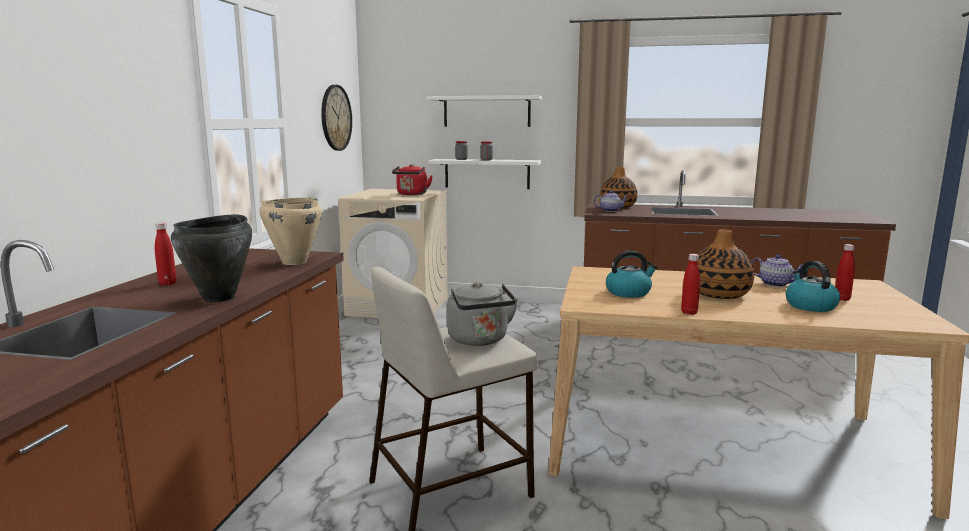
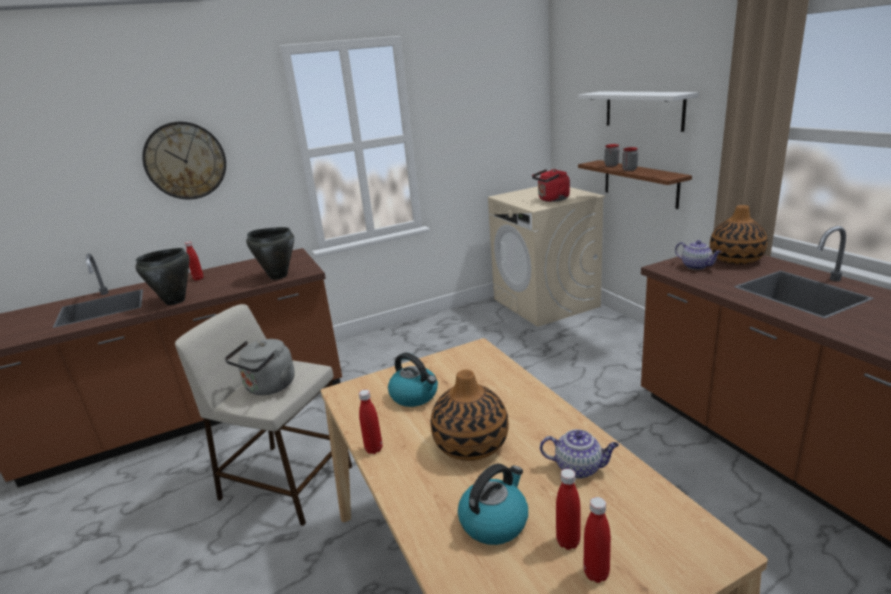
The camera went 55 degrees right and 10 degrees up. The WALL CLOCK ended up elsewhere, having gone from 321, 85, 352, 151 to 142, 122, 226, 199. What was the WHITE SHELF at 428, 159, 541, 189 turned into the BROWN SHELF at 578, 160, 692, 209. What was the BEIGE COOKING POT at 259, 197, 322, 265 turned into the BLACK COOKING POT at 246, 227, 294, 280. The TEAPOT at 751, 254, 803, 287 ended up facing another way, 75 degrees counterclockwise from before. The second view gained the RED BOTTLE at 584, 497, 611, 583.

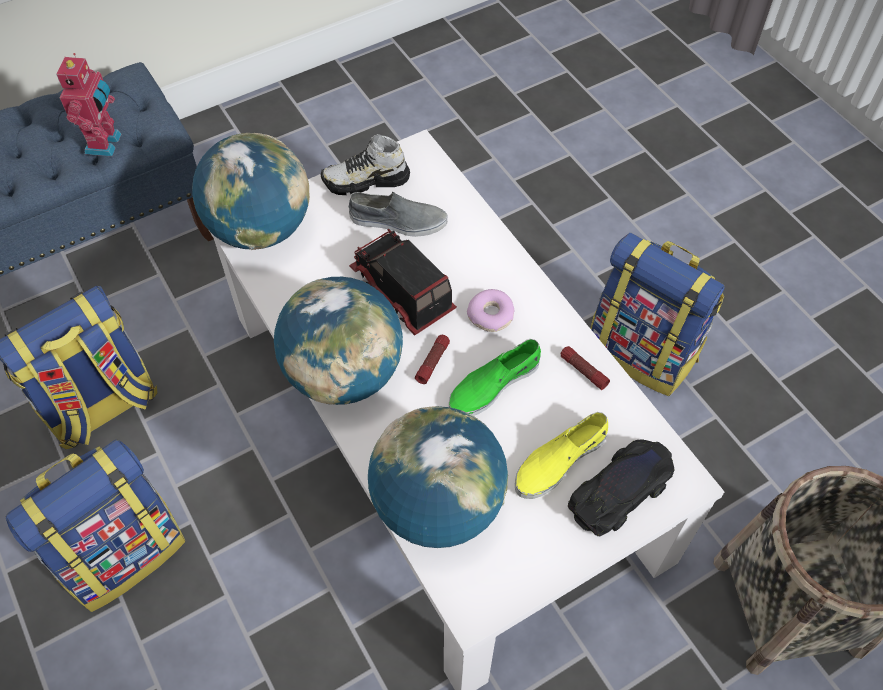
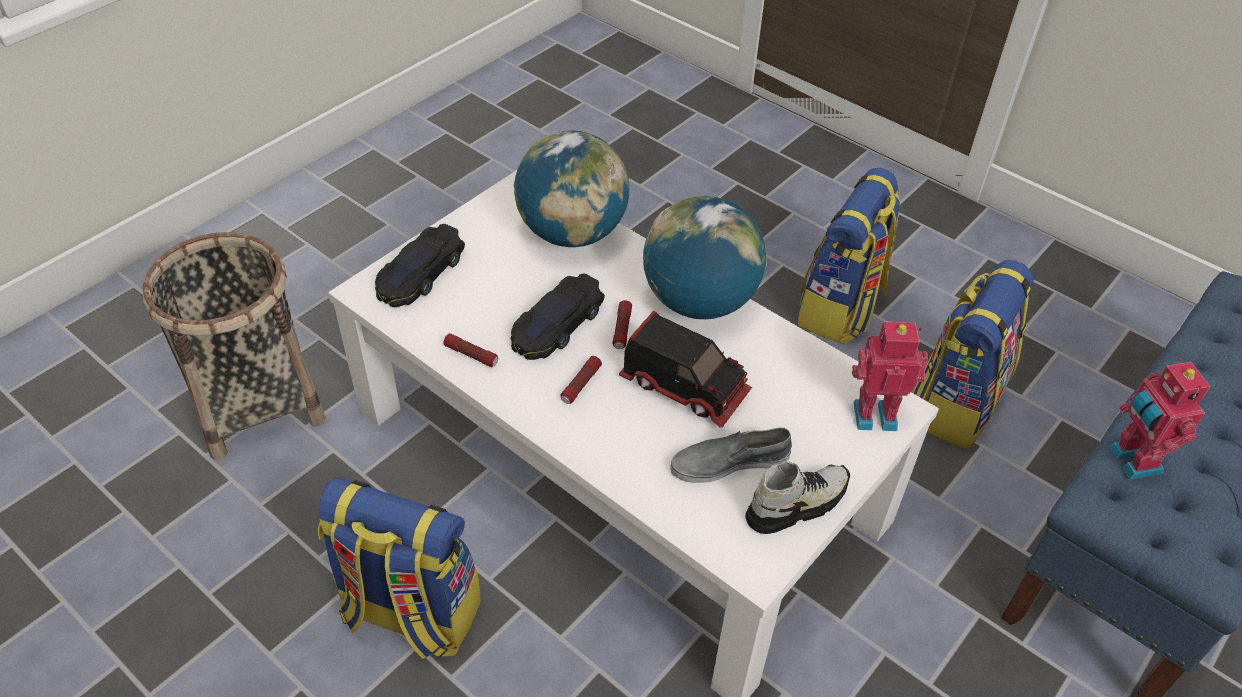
The camera went 160 degrees right and 10 degrees down. Where the GLOBE stood at 192, 133, 310, 250, the TOY ROBOT came to stand at 852, 321, 928, 431. Where the DONUT stood at 467, 289, 515, 332, the FLASHLIGHT came to stand at 560, 356, 602, 404. Where the GREEN SHOE stood at 449, 339, 541, 416, the BLACK TOY CAR came to stand at 511, 274, 605, 360. The second view lost the YELLOW SHOE at 515, 412, 608, 499.

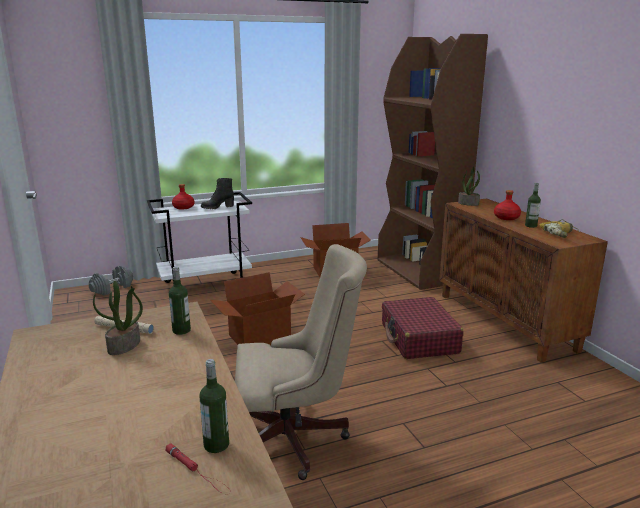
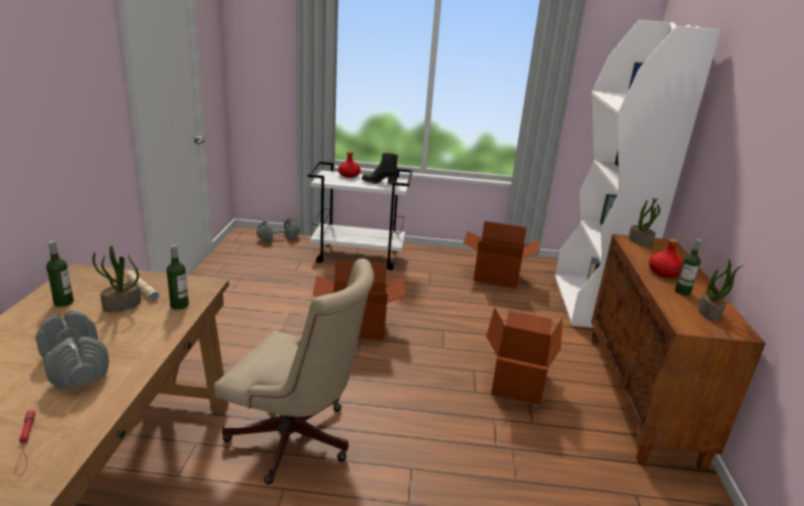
The camera went 25 degrees right and 5 degrees up. What was the BROWN BOOKCASE at 378, 34, 488, 290 turned into the WHITE BOOKCASE at 555, 20, 720, 328. Where the POWER DRILL stood at 540, 219, 579, 238, the POTTED PLANT came to stand at 698, 259, 744, 321. Where the RED SUITCASE stood at 382, 297, 463, 359, the CARDBOARD BOX came to stand at 486, 307, 563, 405. The BOTTLE ended up elsewhere, having gone from 200, 359, 229, 453 to 46, 241, 74, 307. The second view gained the GREY DUMBBELL at 36, 310, 109, 390.

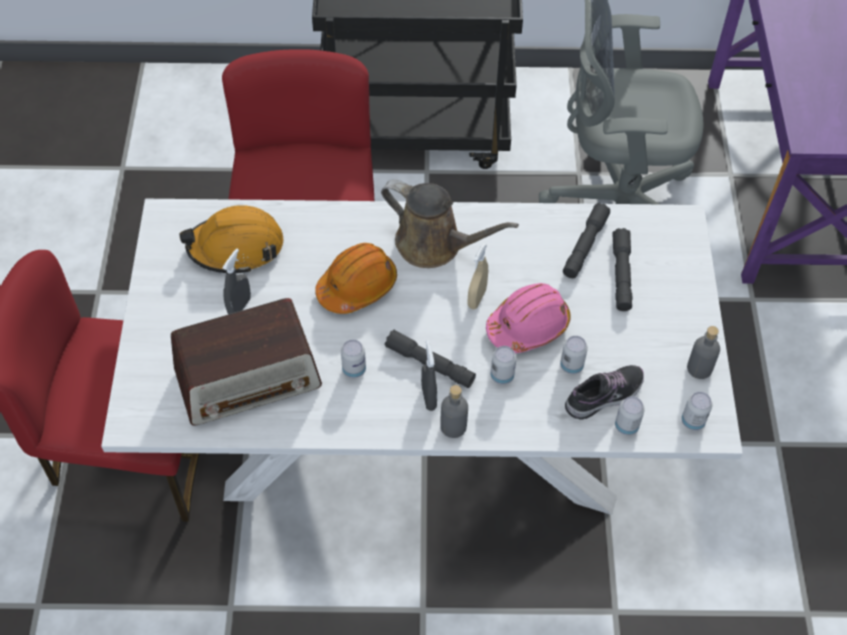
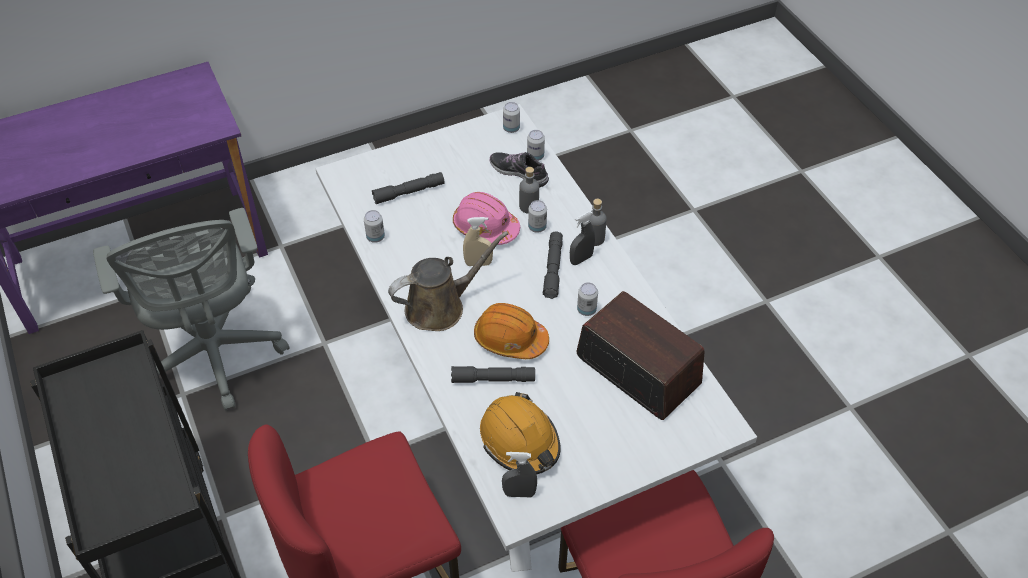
The camera went 115 degrees left and 5 degrees down. The BROWN WATERING CAN at 381, 180, 519, 268 ended up facing another way, 60 degrees clockwise from before. The GREY FLASHLIGHT ended up elsewhere, having gone from 563, 203, 611, 278 to 451, 366, 535, 383. The GREY SPRAY BOTTLE ended up elsewhere, having gone from 222, 248, 251, 314 to 502, 452, 537, 497. The GREY BOTTLE ended up elsewhere, having gone from 687, 326, 720, 379 to 519, 167, 539, 214. The CAN ended up elsewhere, having gone from 560, 336, 588, 374 to 364, 210, 385, 243.

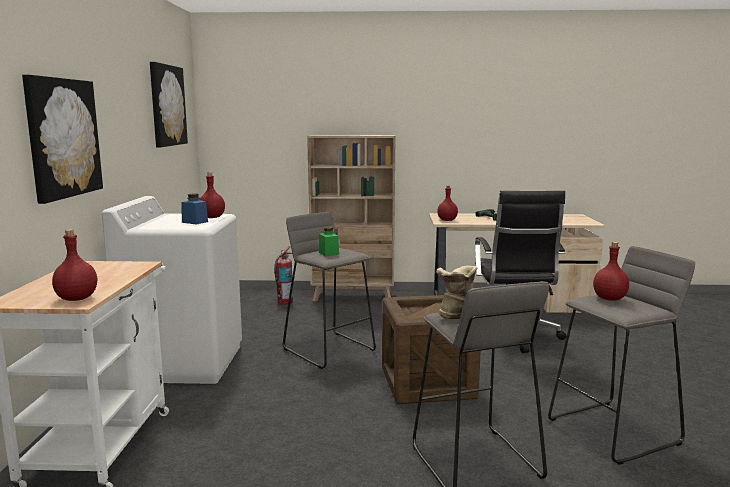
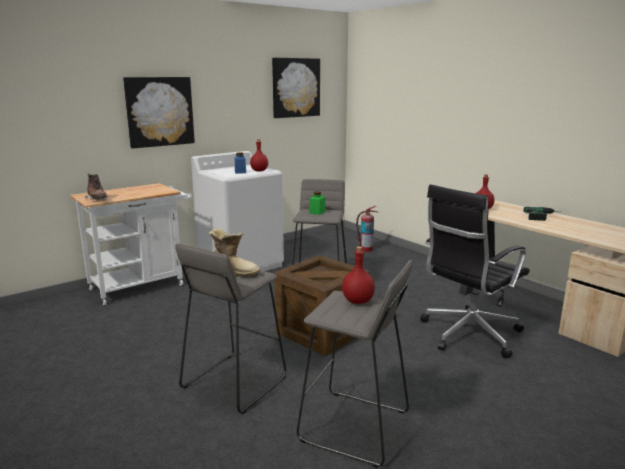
The camera went 50 degrees right and 5 degrees up. The second view lost the BEIGE BOOKCASE at 307, 135, 396, 302. Where the RED BOTTLE stood at 52, 229, 97, 301, the BROWN BOOT came to stand at 85, 174, 108, 201.

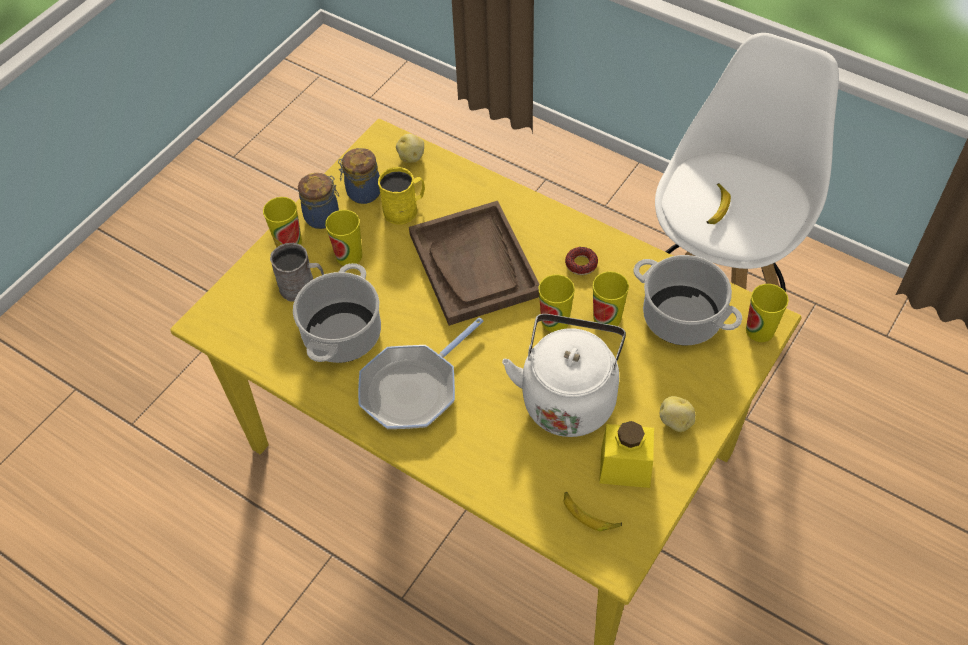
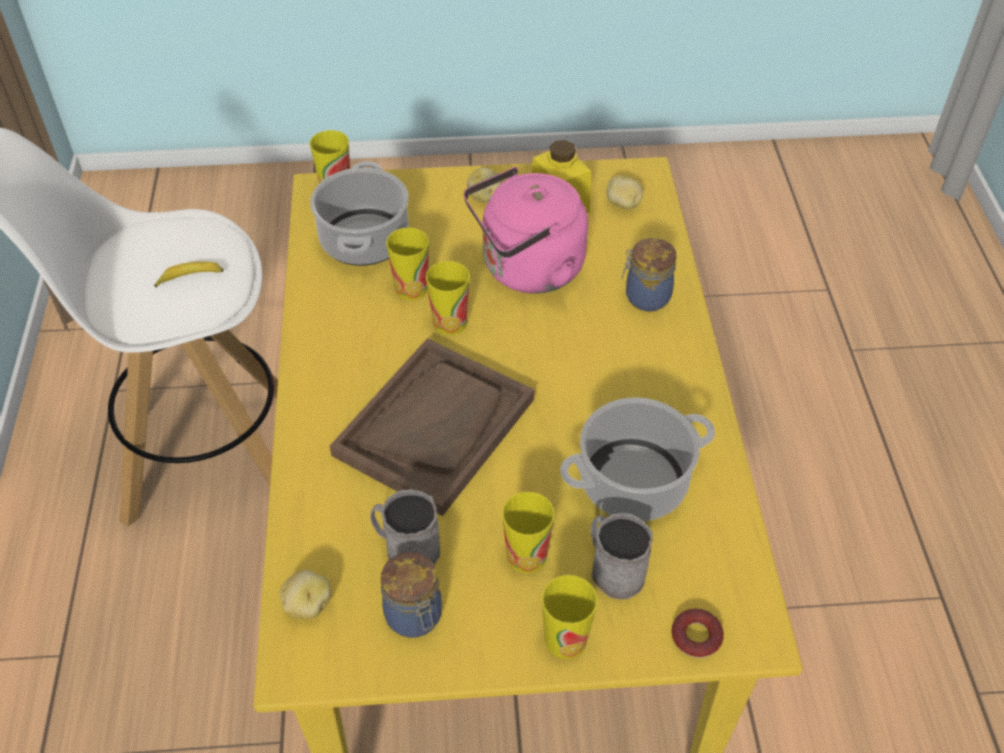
The camera went 130 degrees left and 5 degrees down. What was the YELLOW MUG at 378, 167, 425, 225 turned into the GREY MUG at 370, 489, 440, 566. The JAR ended up elsewhere, having gone from 298, 173, 339, 229 to 621, 238, 676, 311. The DONUT ended up elsewhere, having gone from 565, 247, 598, 275 to 672, 608, 724, 658. What was the WHITE KETTLE at 502, 314, 626, 437 turned into the PINK KETTLE at 464, 167, 588, 293. The second view lost the FRYING PAN at 358, 317, 483, 429. Where the BANANA stood at 564, 492, 622, 531, the POTATO came to stand at 606, 175, 643, 209.

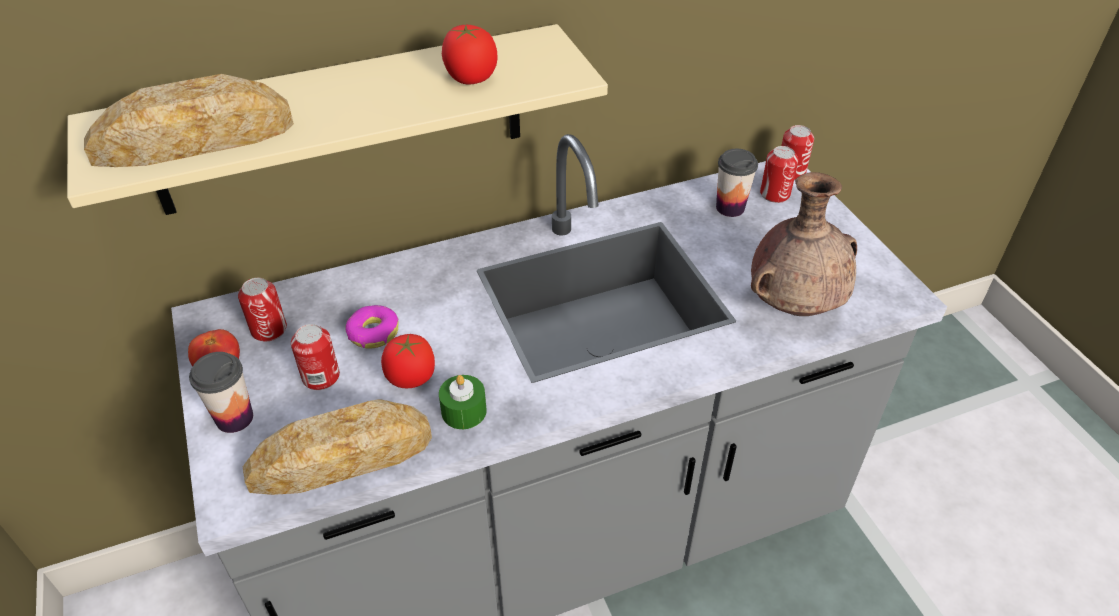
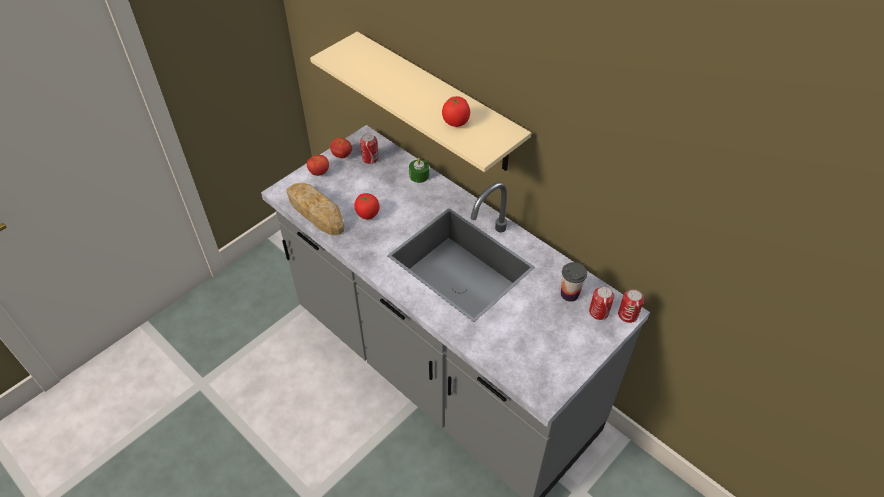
The camera went 65 degrees right and 5 degrees up. The second view lost the BREAD at 84, 74, 294, 167. The second view lost the BROWN VASE at 751, 172, 857, 316. The second view lost the DONUT at 345, 305, 399, 349. The second view lost the CAN at 291, 324, 340, 390. Where the CUP stood at 189, 352, 253, 433, the TOMATO came to stand at 307, 155, 329, 176. The GREEN CANDLE ended up elsewhere, having gone from 439, 375, 487, 429 to 409, 158, 429, 183.

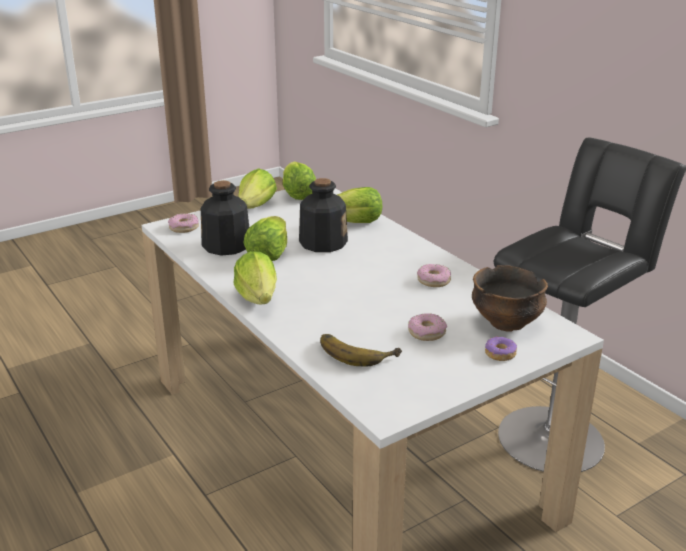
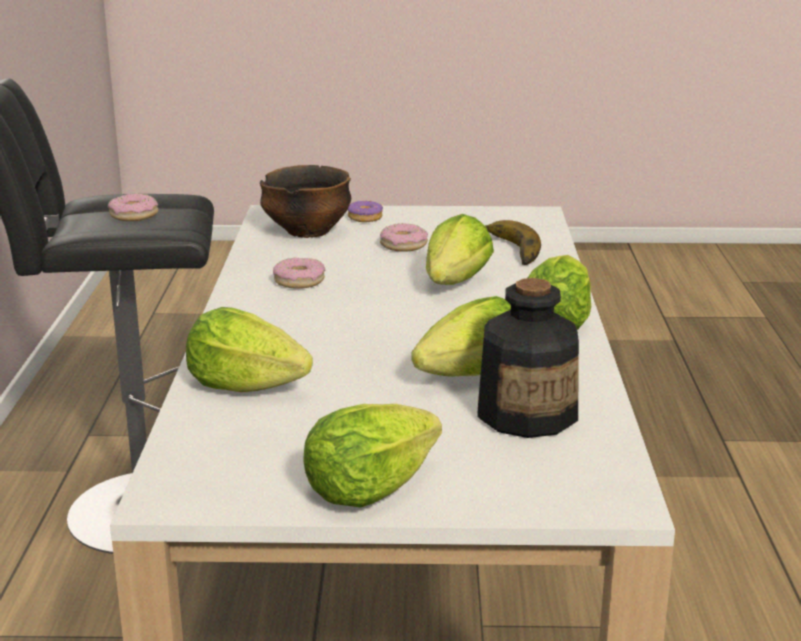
The camera went 145 degrees left and 5 degrees down. The LETTUCE ended up elsewhere, having gone from 283, 161, 316, 200 to 426, 214, 494, 285. The second view lost the BOTTLE at 299, 178, 348, 252. The DONUT ended up elsewhere, having gone from 168, 214, 199, 233 to 108, 193, 158, 221.

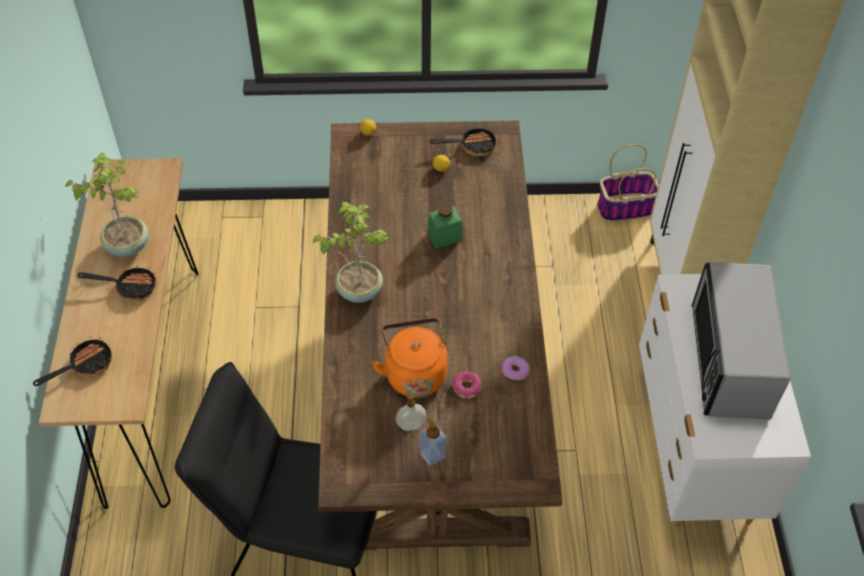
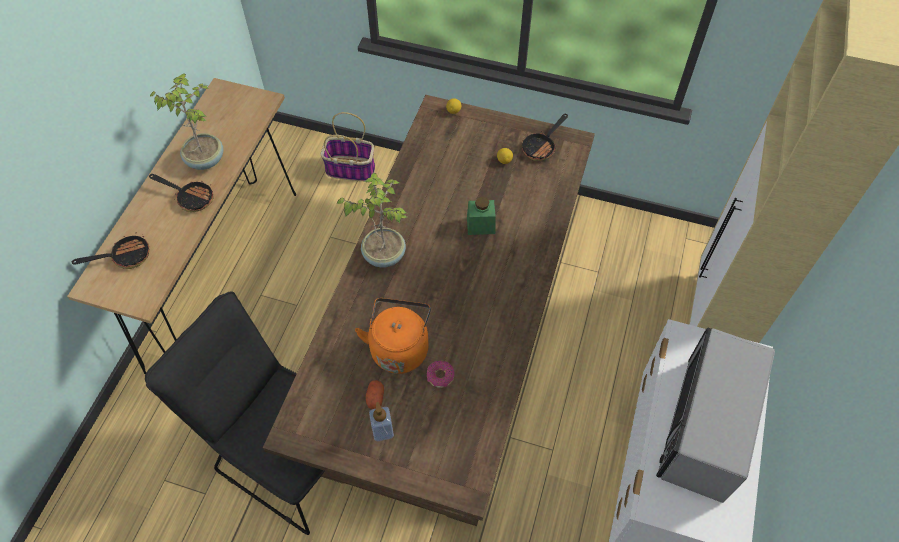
The camera went 20 degrees right and 5 degrees up. The FRYING PAN at 429, 127, 496, 156 ended up facing another way, 120 degrees clockwise from before. The BASKET ended up elsewhere, having gone from 597, 144, 659, 222 to 321, 112, 375, 181. The second view lost the DONUT at 502, 356, 530, 380. Where the SOAP DISPENSER stood at 396, 392, 427, 431, the POTATO came to stand at 366, 380, 384, 409.

